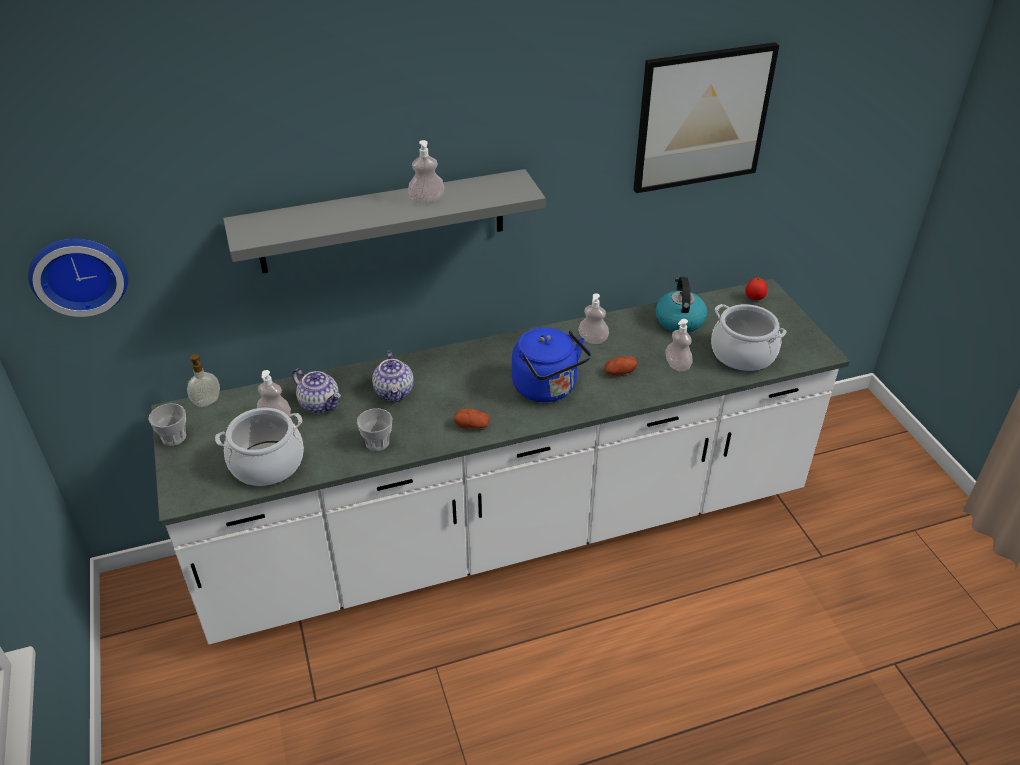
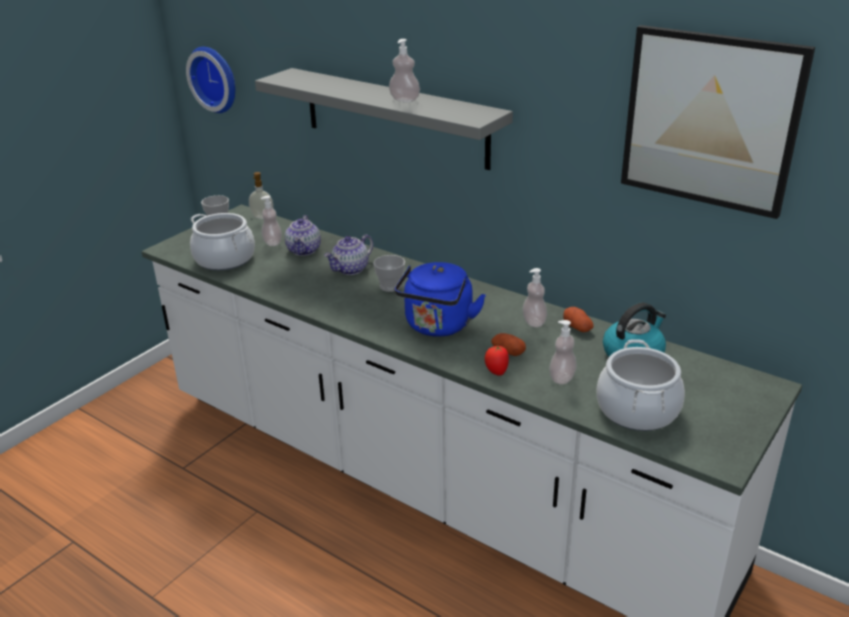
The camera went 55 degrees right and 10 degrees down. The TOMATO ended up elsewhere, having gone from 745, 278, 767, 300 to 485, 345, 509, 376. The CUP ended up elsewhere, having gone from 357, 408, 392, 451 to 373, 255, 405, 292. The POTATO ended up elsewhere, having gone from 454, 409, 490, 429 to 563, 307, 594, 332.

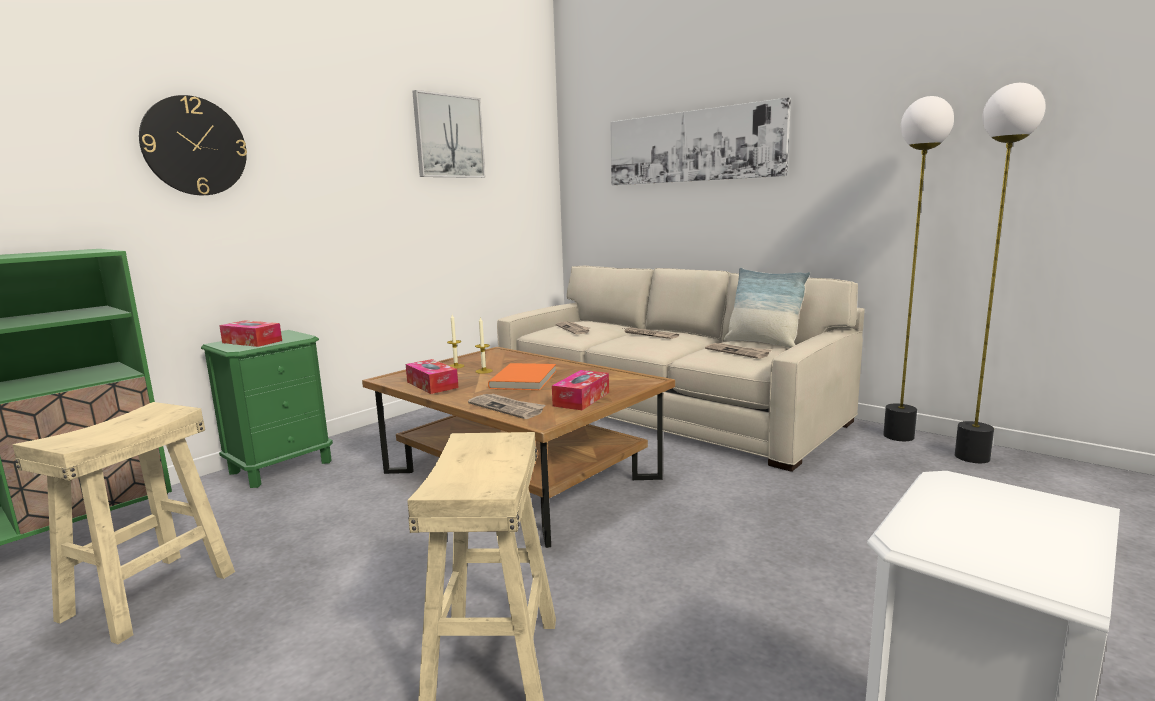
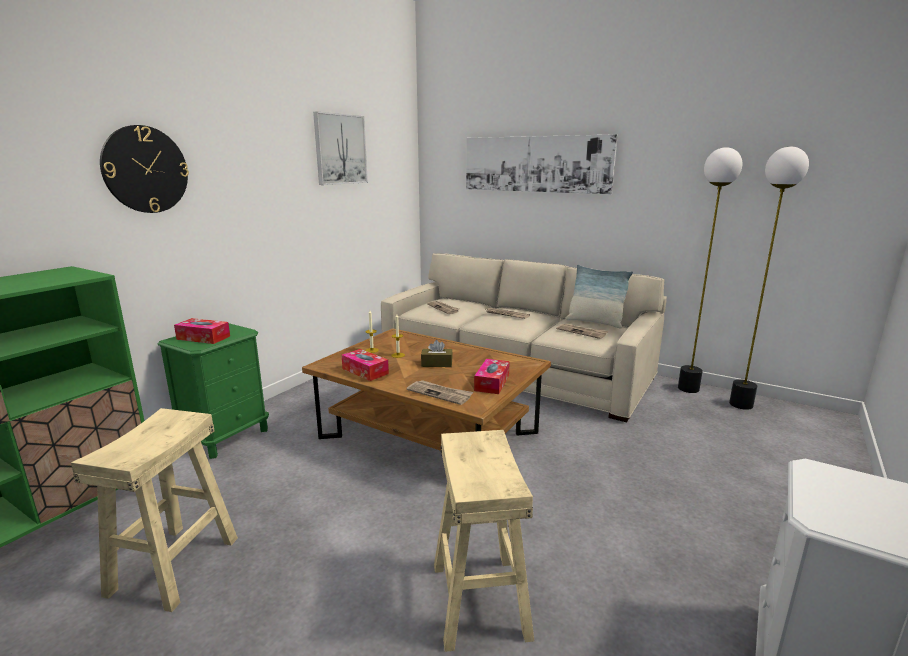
The camera went 10 degrees left and 5 degrees up. Where the ORANGE BOOK stood at 488, 363, 556, 390, the BROWN TISSUE BOX came to stand at 421, 340, 453, 367.

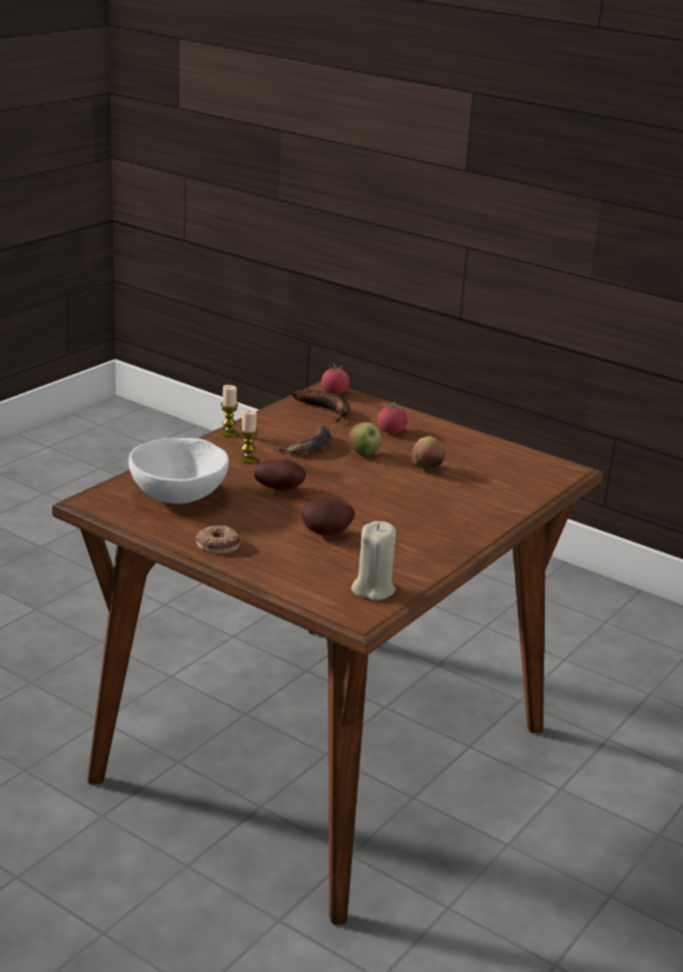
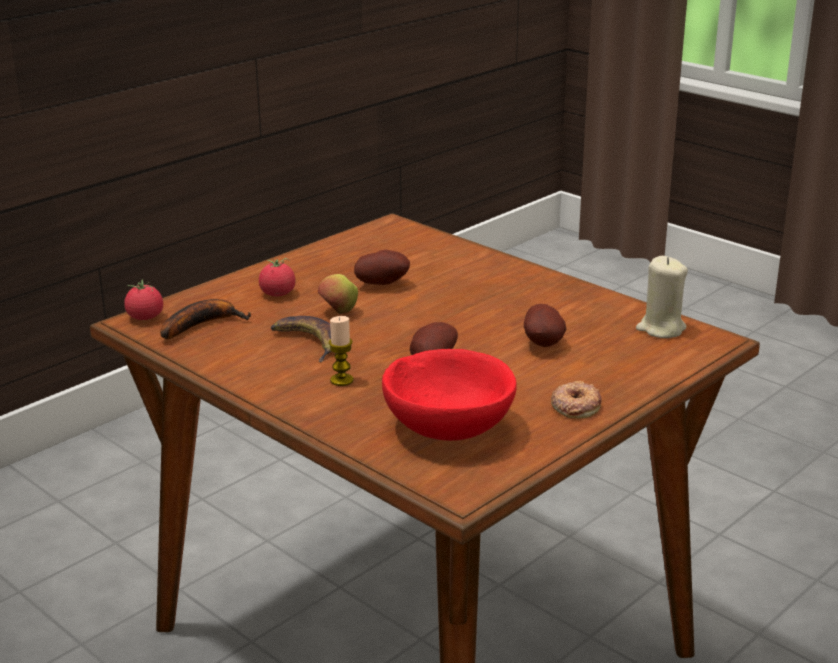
The camera went 80 degrees left and 0 degrees up. The second view lost the CANDLE at 220, 385, 238, 437. Where the APPLE stood at 412, 436, 445, 469, the POTATO came to stand at 354, 250, 410, 285. What was the WHITE BOWL at 129, 438, 229, 504 turned into the RED BOWL at 382, 349, 517, 441.

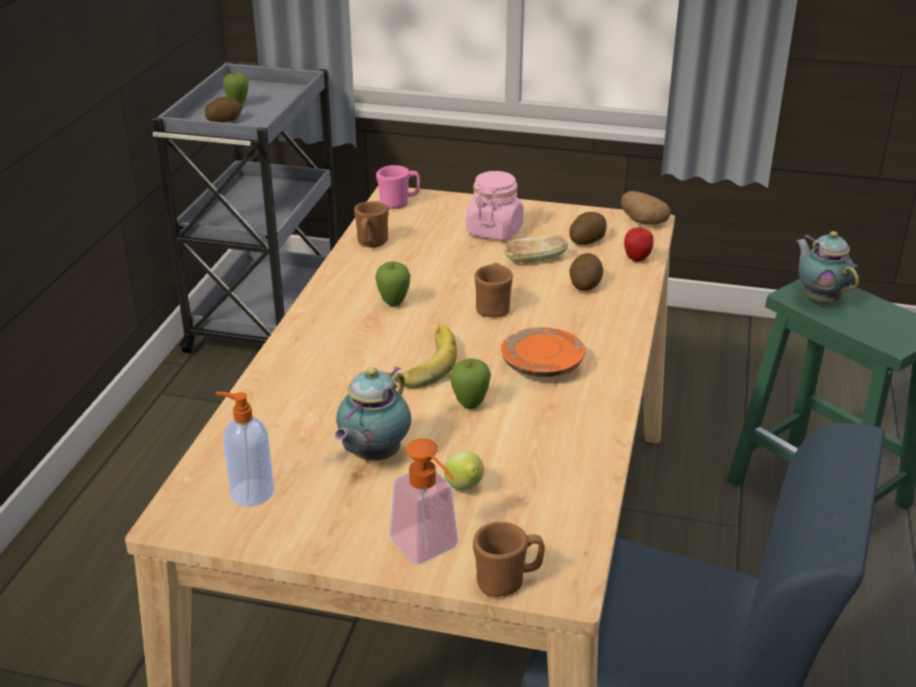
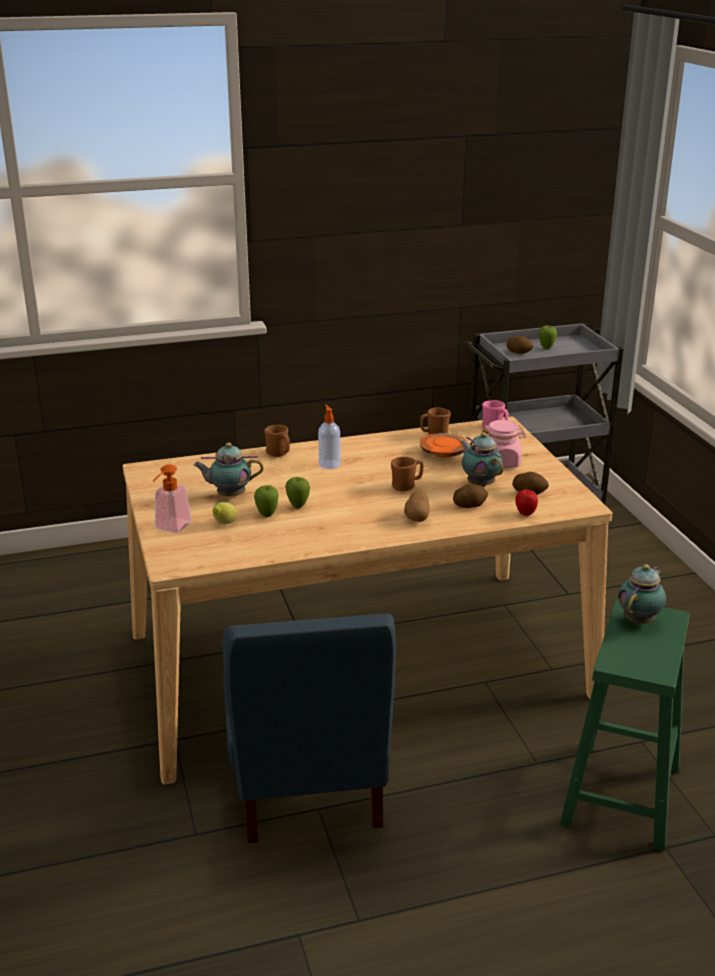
The camera went 60 degrees right and 5 degrees down. The POTATO ended up elsewhere, having gone from 621, 191, 671, 225 to 404, 490, 430, 522. Where the BREAD stood at 504, 235, 568, 263, the TEAPOT came to stand at 461, 433, 503, 487. The APPLE ended up elsewhere, having gone from 375, 261, 411, 306 to 254, 485, 279, 517. The second view lost the BANANA at 384, 324, 457, 388. The ORANGE PLATE ended up elsewhere, having gone from 501, 327, 585, 377 to 420, 433, 469, 458. The SOAP DISPENSER ended up elsewhere, having gone from 215, 392, 274, 506 to 318, 404, 341, 469. The BROWN MUG ended up elsewhere, having gone from 473, 522, 545, 597 to 264, 425, 290, 457.

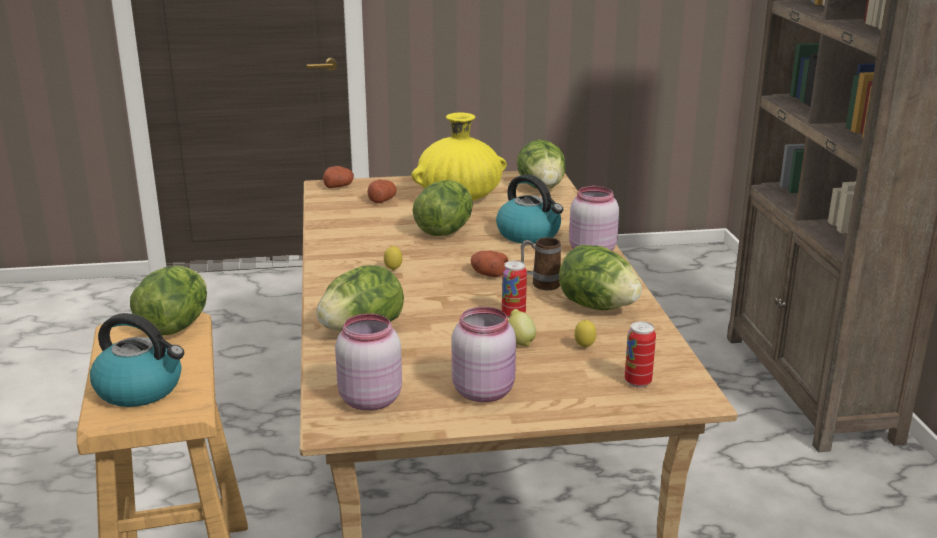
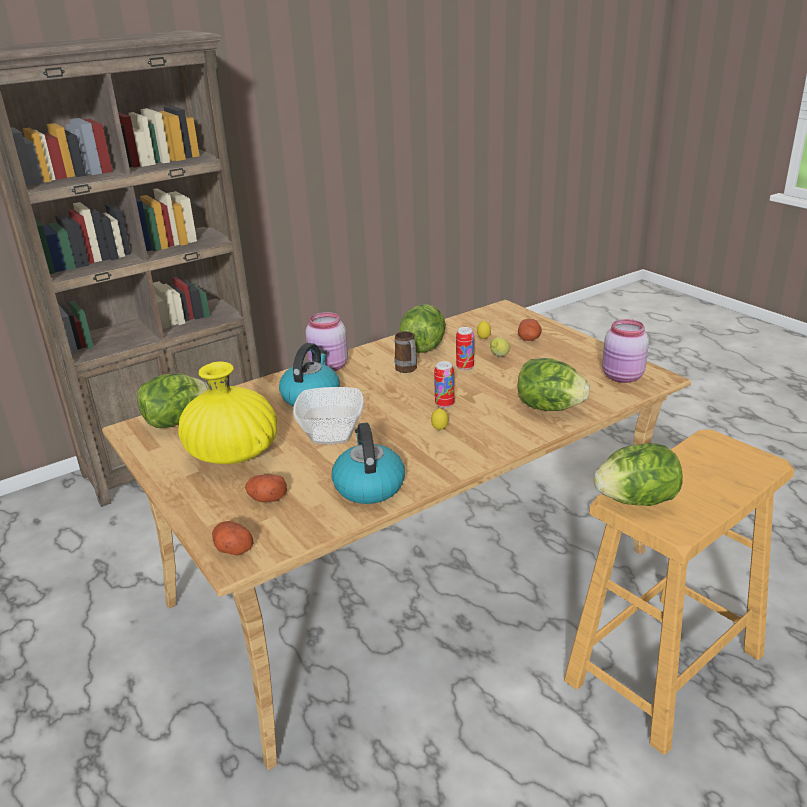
The camera went 115 degrees left and 5 degrees up. Where the LETTUCE stood at 412, 180, 473, 236, the BOWL came to stand at 293, 387, 364, 445. The POTATO ended up elsewhere, having gone from 471, 251, 508, 277 to 518, 319, 542, 341. The second view lost the PINK JAR at 452, 307, 516, 402. The KETTLE ended up elsewhere, having gone from 90, 313, 184, 407 to 332, 423, 405, 504. The CAN ended up elsewhere, having gone from 625, 321, 656, 387 to 434, 361, 454, 408.

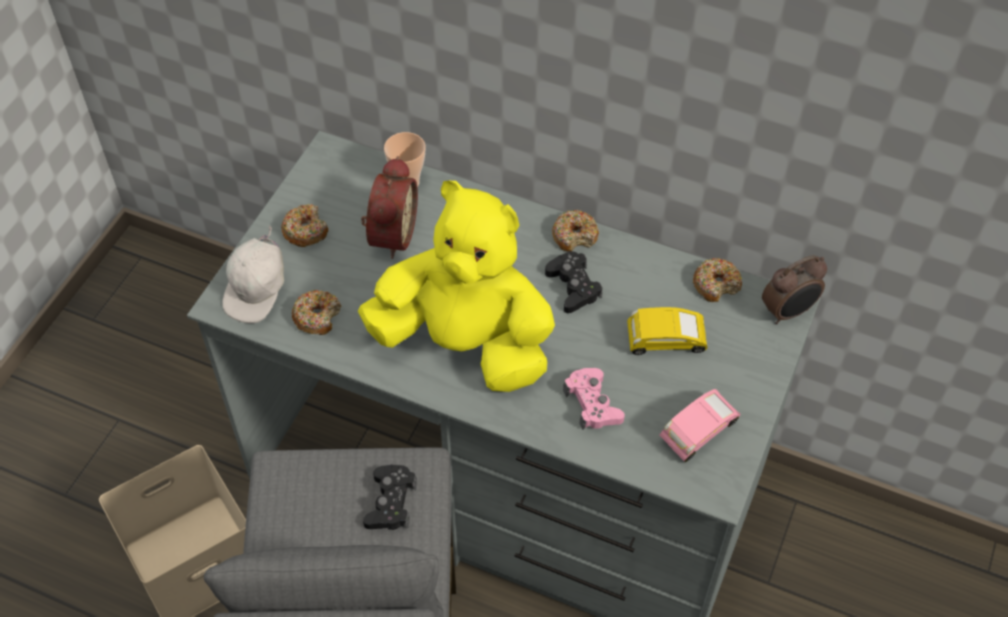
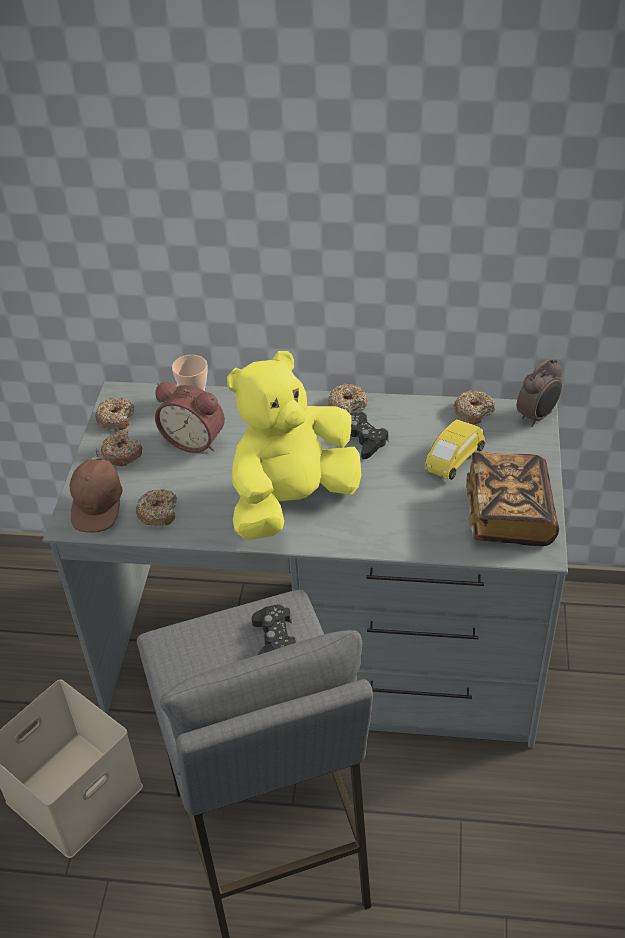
The camera went 15 degrees left and 10 degrees down. The ALARM CLOCK at 361, 156, 418, 259 ended up facing another way, 120 degrees clockwise from before. The YELLOW PLUSH TOY at 358, 180, 555, 392 ended up facing another way, 45 degrees counterclockwise from before. What was the WHITE CAP at 222, 226, 284, 323 turned into the BROWN CAP at 69, 448, 123, 533. The YELLOW TOY CAR at 627, 307, 707, 355 ended up facing another way, 150 degrees clockwise from before. The second view lost the PINK GAME CONTROLLER at 563, 368, 625, 430. Where the PINK TOY CAR stood at 660, 389, 740, 462, the BOOK came to stand at 466, 452, 559, 546. The second view gained the DONUT at 95, 398, 135, 430.

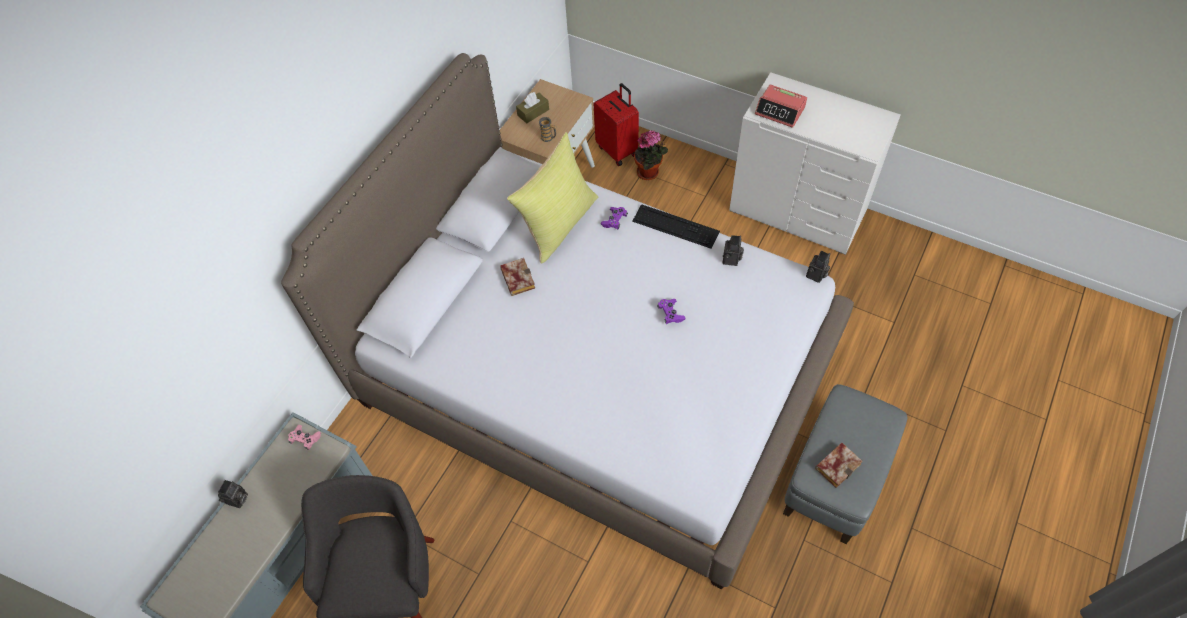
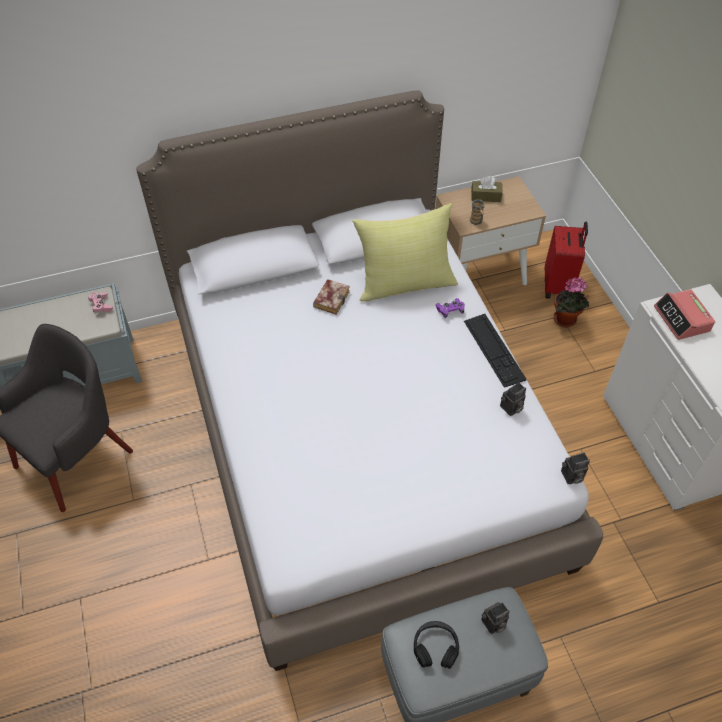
The camera went 40 degrees right and 5 degrees down. The second view lost the PURPLE GAME CONTROLLER at 657, 299, 685, 324. Where the BOOK stood at 815, 443, 863, 488, the BLACK HEADPHONES came to stand at 414, 621, 459, 668. The PHOTO CAMERA ended up elsewhere, having gone from 218, 480, 248, 508 to 481, 602, 509, 634.

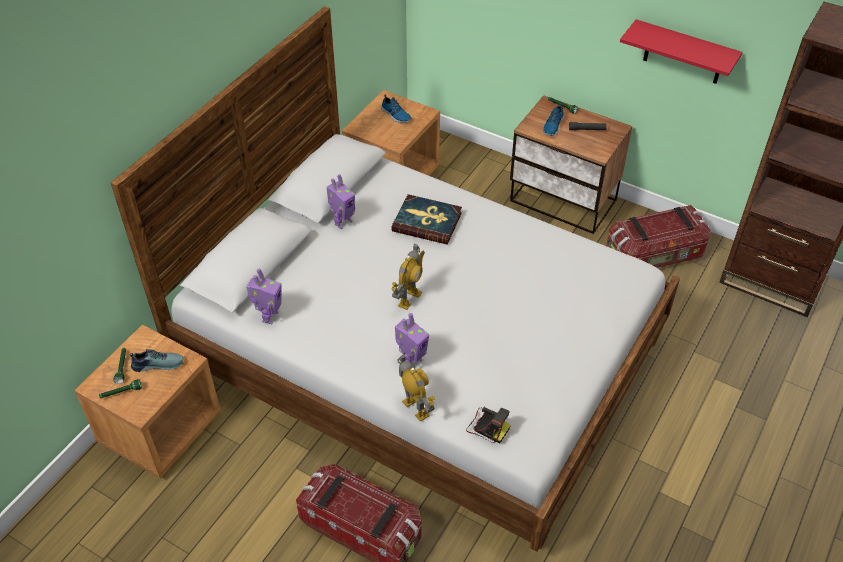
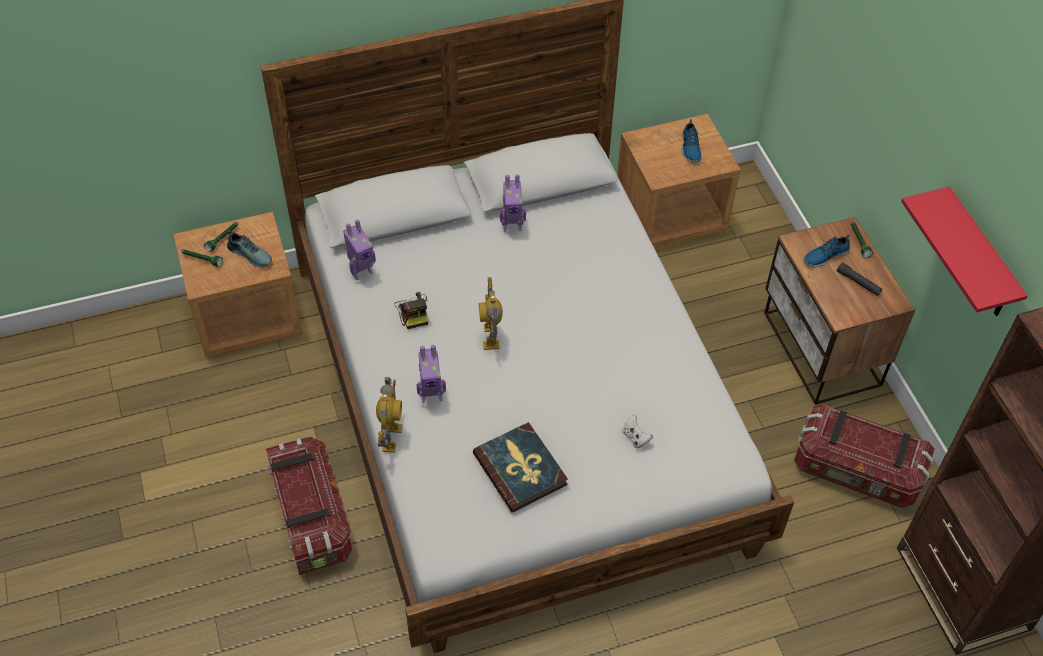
The camera went 40 degrees right and 5 degrees up. The BOOK ended up elsewhere, having gone from 392, 194, 462, 244 to 473, 422, 568, 512. The TOY ROBOT at 391, 244, 425, 310 ended up facing another way, 105 degrees clockwise from before. The PHOTO CAMERA ended up elsewhere, having gone from 466, 406, 511, 444 to 395, 292, 428, 329. The second view gained the WHITE GAME CONTROLLER at 622, 415, 653, 449.

